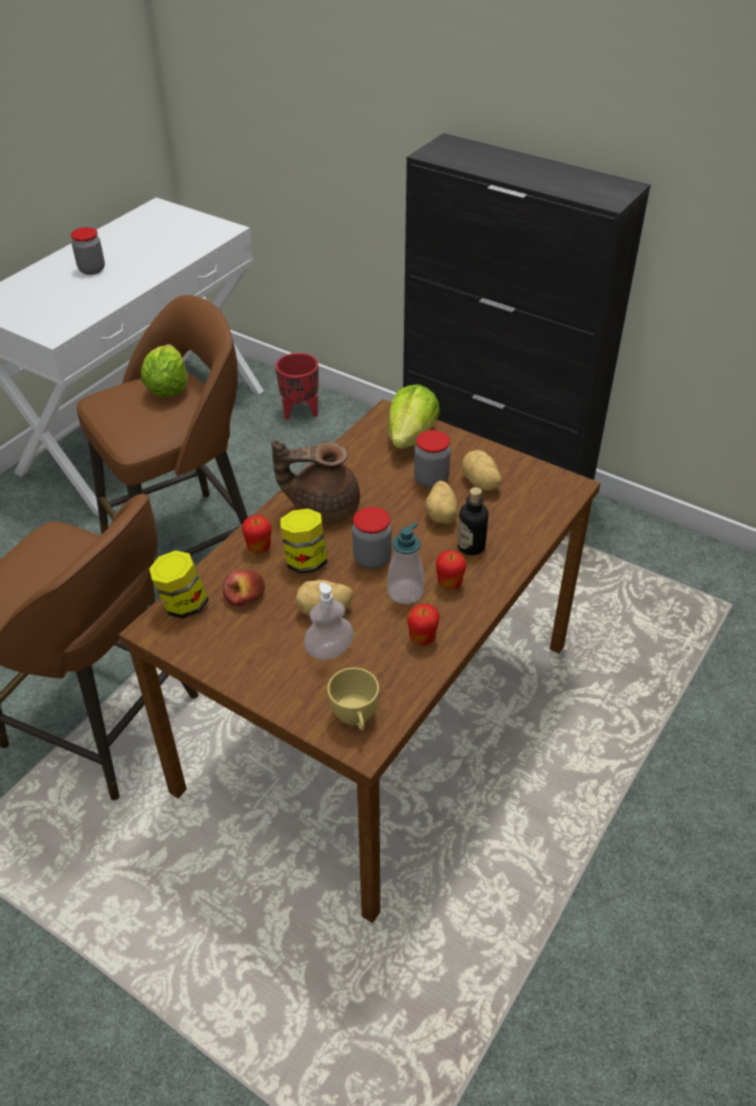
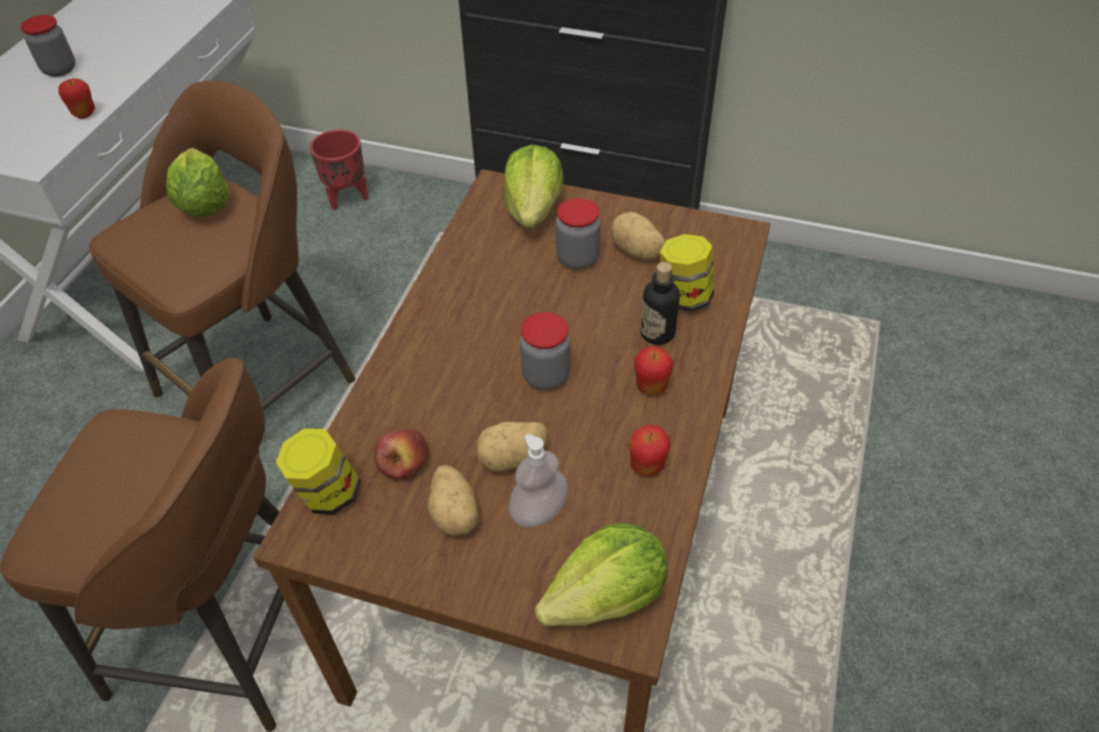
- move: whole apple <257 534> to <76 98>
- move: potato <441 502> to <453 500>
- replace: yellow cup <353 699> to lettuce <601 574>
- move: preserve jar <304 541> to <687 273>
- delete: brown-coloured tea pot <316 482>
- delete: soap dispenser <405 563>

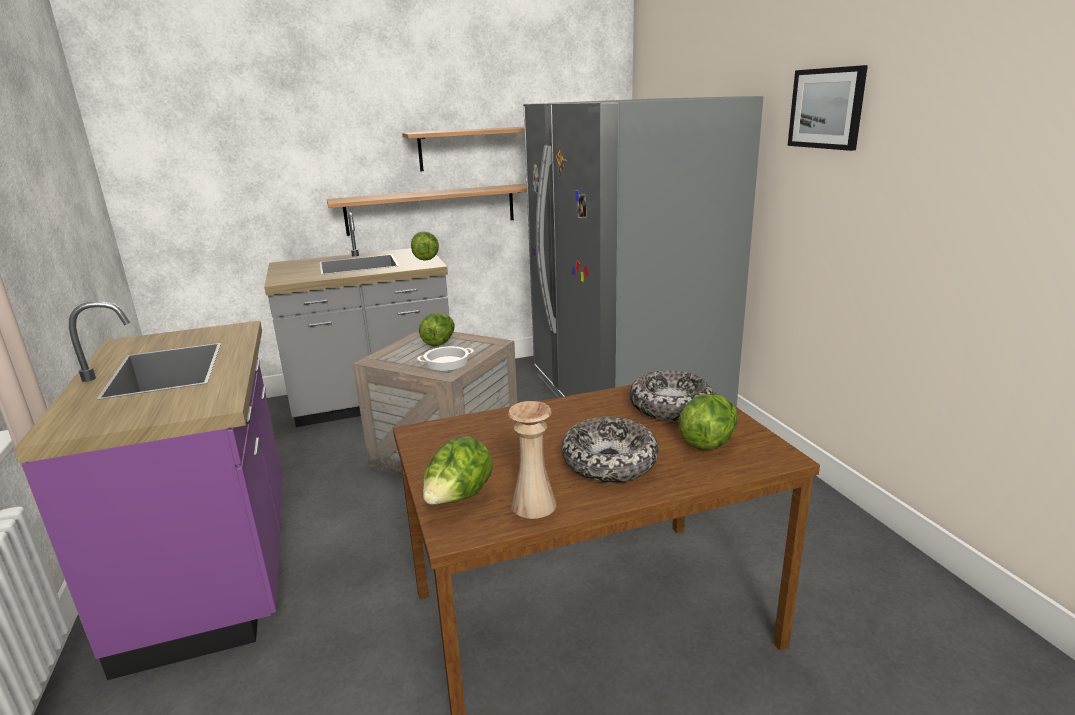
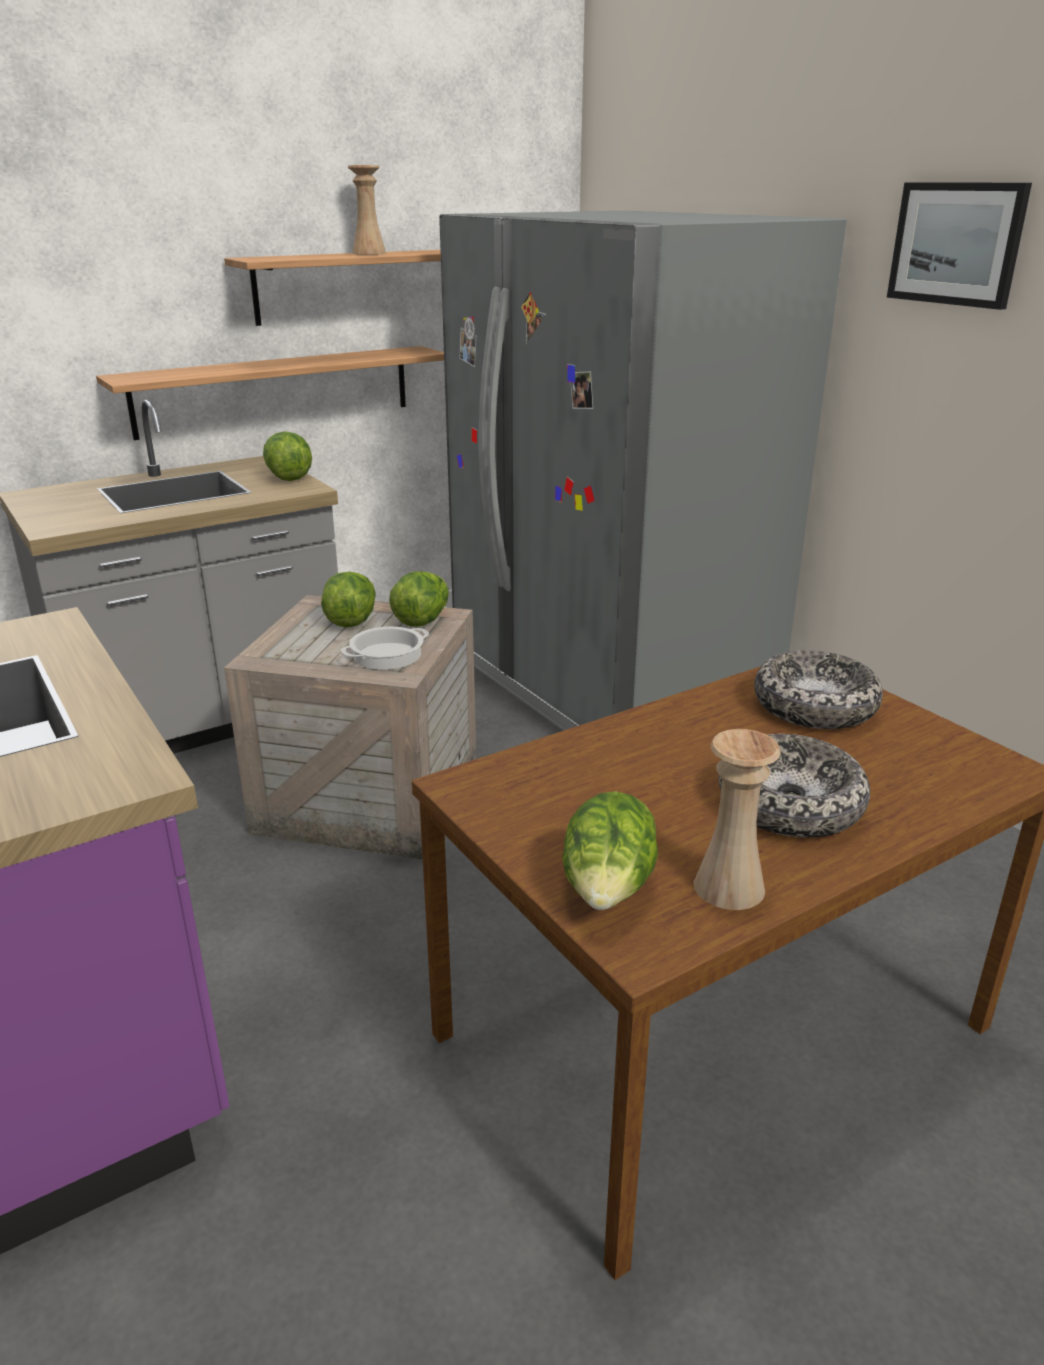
- insert: sand-coloured flower vase <367 210>
- move: lettuce <708 422> to <419 599>

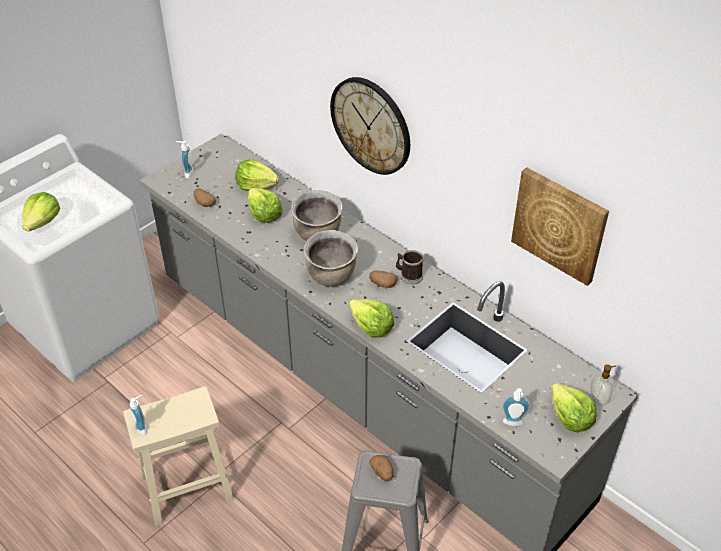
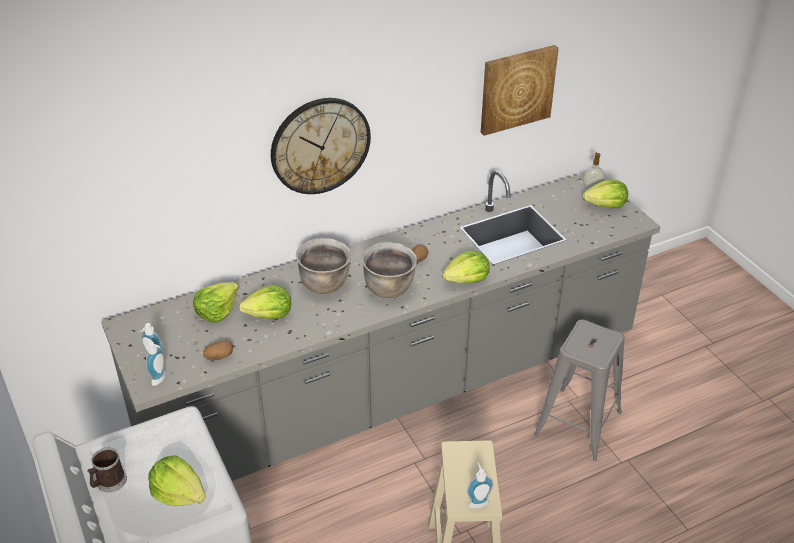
- move: tea mug <409 267> to <107 470>
- move: soap dispenser <516 407> to <156 364>
- delete: potato <382 468>

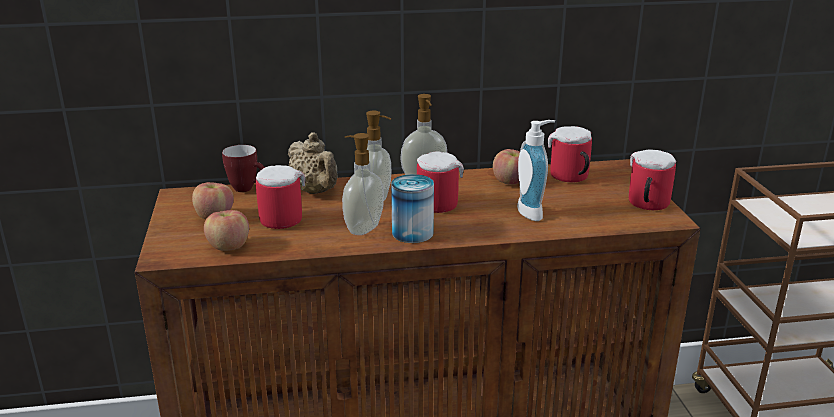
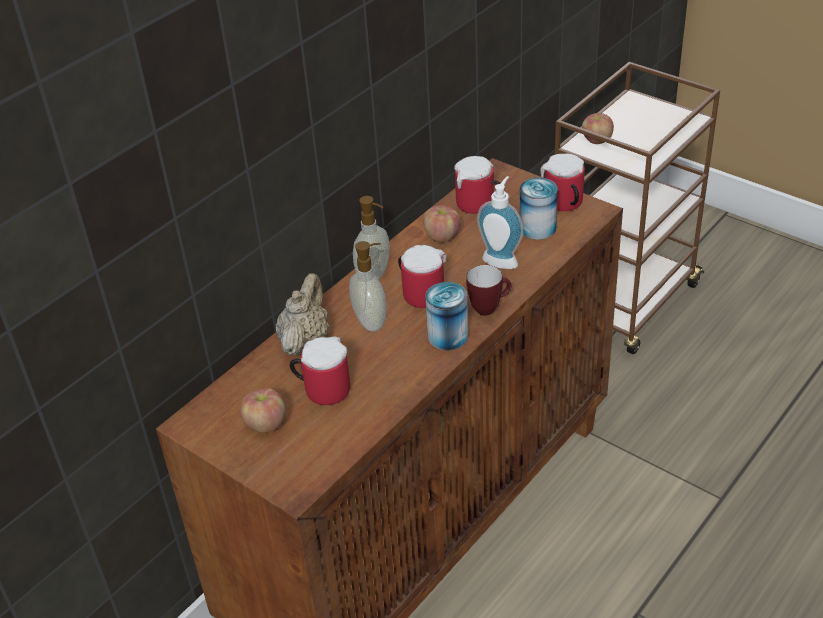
- rotate: sand-coloured tea pot <312 163> = <303 314> 90 degrees counterclockwise
- move: tea mug <243 168> to <488 290>
- insert: metal can <539 209>
- move: whole apple <226 230> to <598 128>
- delete: soap dispenser <363 184>

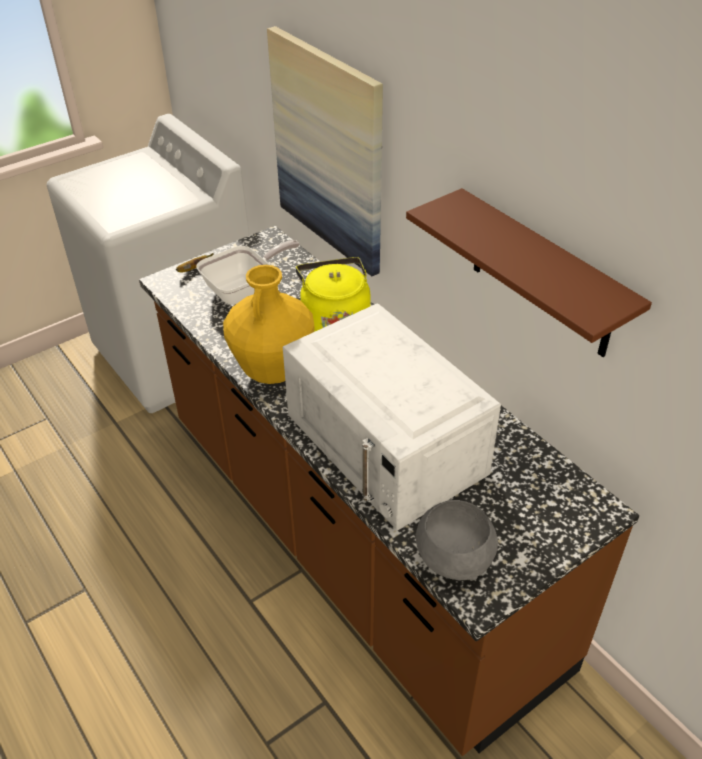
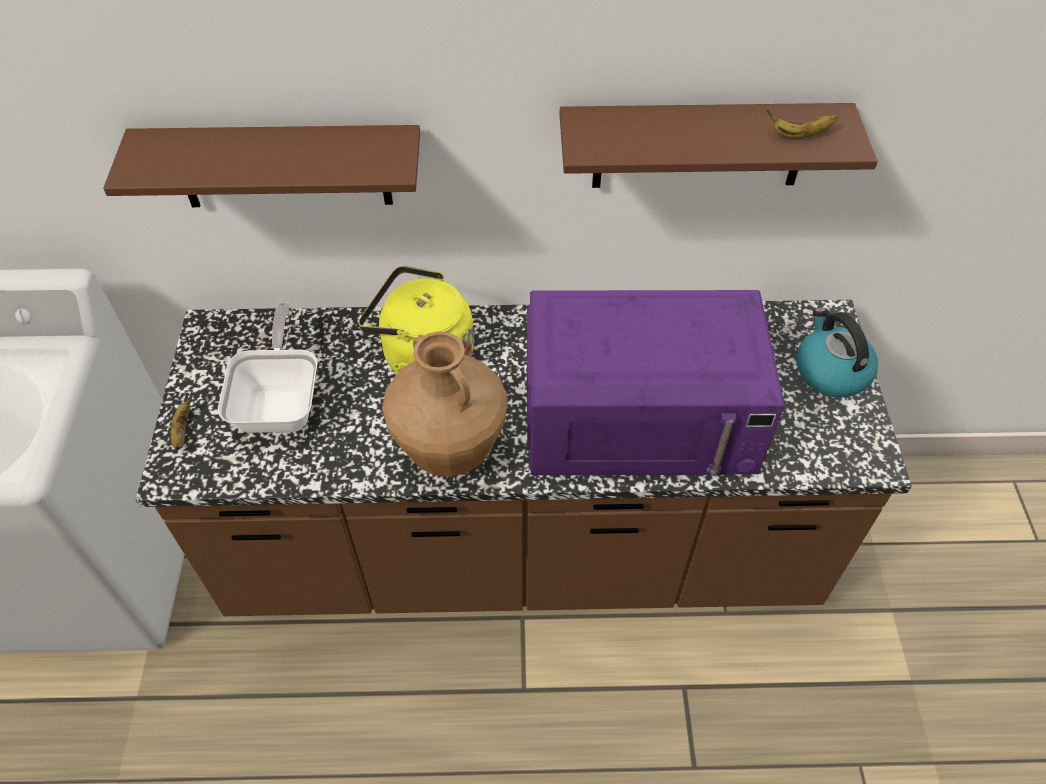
- replace: wall art <325 151> to brown-coloured shelf <261 166>
- recolor: yellow flower vase <269 324> to brown-coloured flower vase <444 404>
- recolor: white kitchen microwave <392 416> to purplish kitchen microwave <656 383>
- insert: banana fruit <802 124>
- insert: kettle <837 353>
- delete: greyish deep dish <457 540>

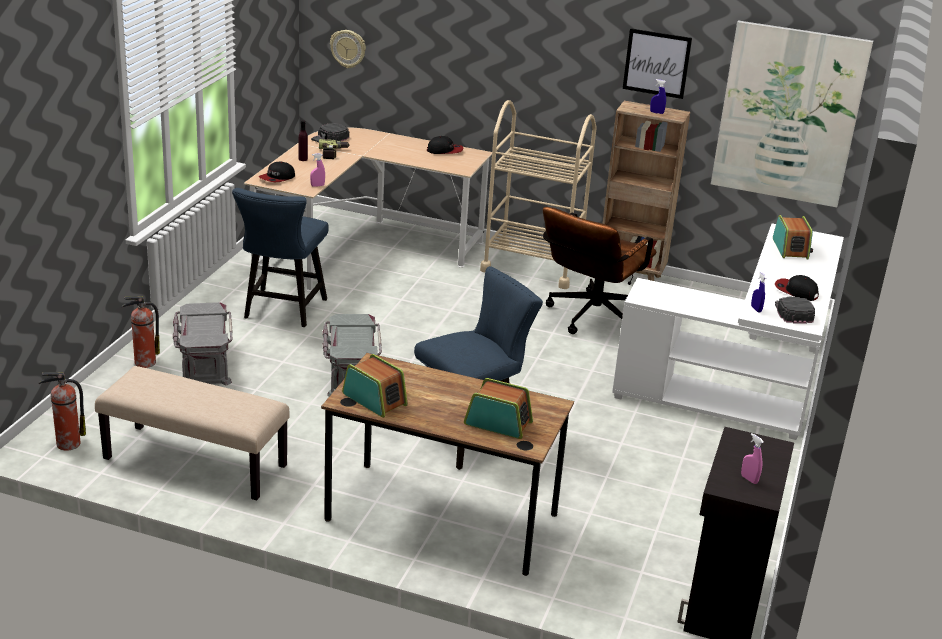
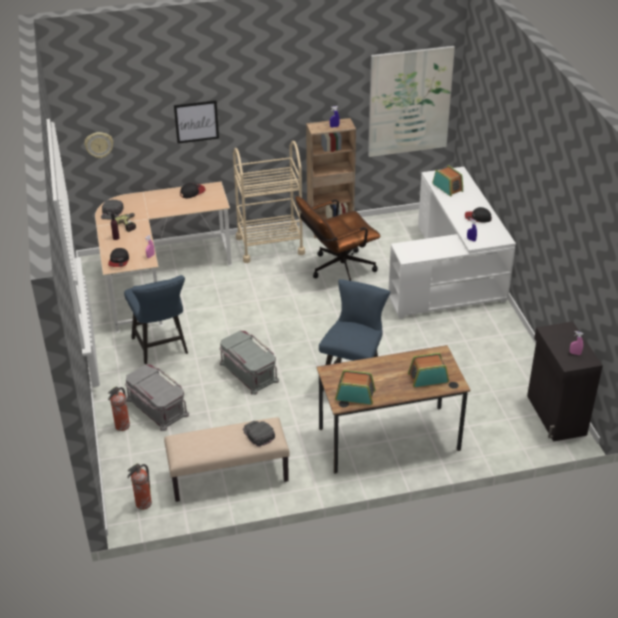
- move: wall art <657 63> to <196 122>
- move: black-coloured baseball cap <795 310> to <259 434>
- rotate: brown-coloured computer chair <599 270> = <337 238> 60 degrees clockwise

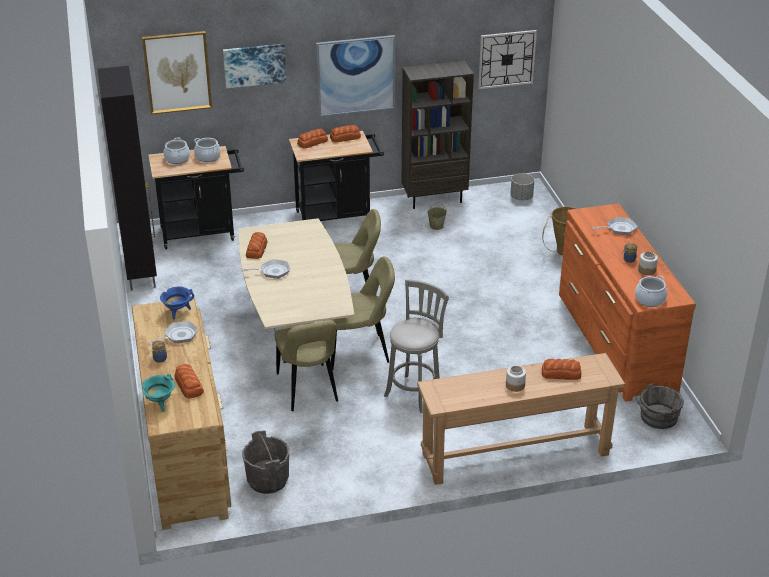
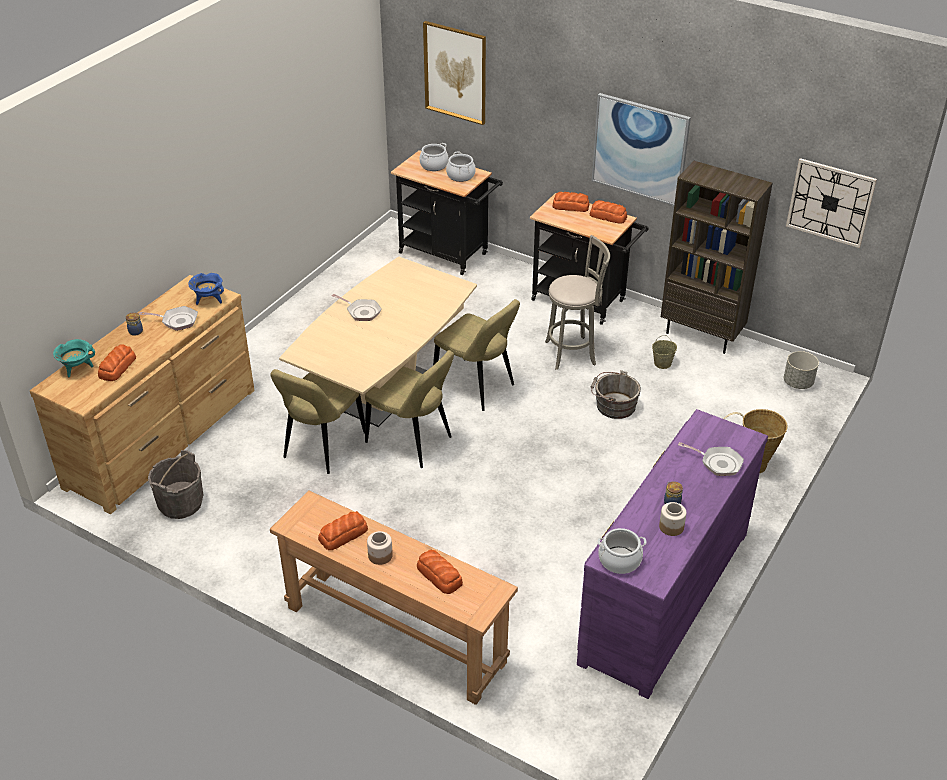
- move: bread <256 245> to <343 530>
- move: greyish sitting stool <416 346> to <577 302>
- recolor: orange dresser <627 302> to purplish dresser <672 554>
- move: greyish pail <659 406> to <616 394>
- delete: black-coloured cabinet <127 178>
- delete: wall art <254 66>

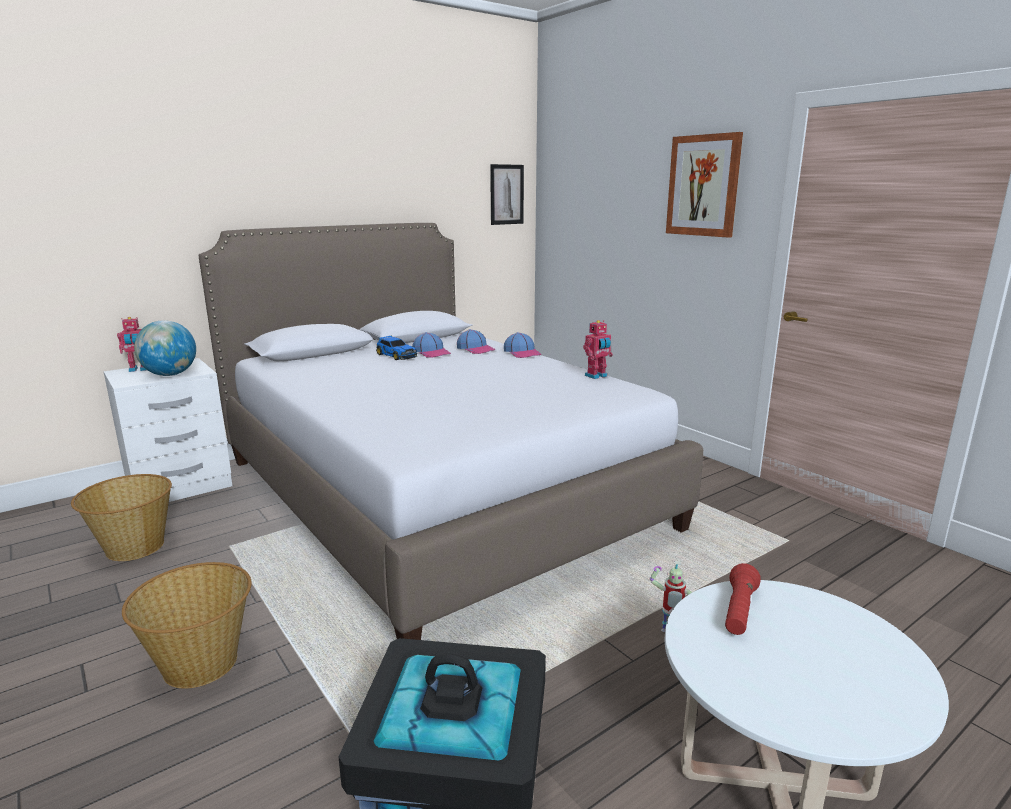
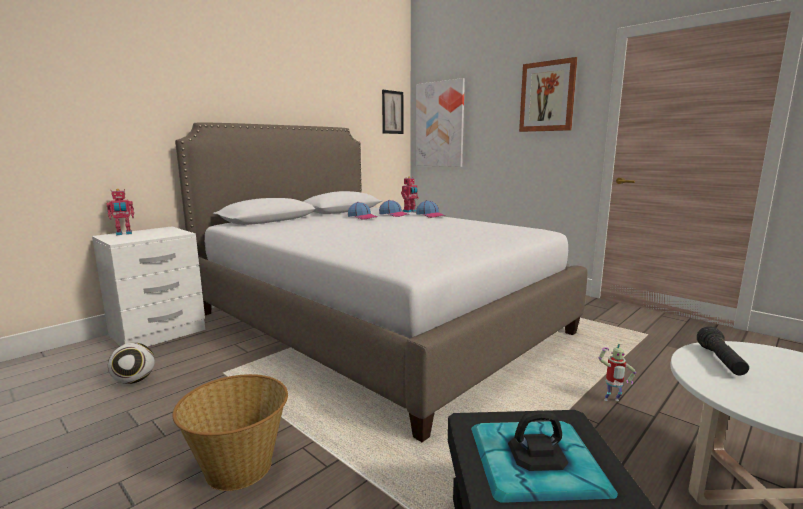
- replace: storage basket <121 517> to football ball <131 363>
- move: robot figure <598 349> to <410 194>
- insert: wall art <440 122>
- recolor: red torch <743 599> to black-coloured torch <723 351>
- delete: desk globe <165 348>
- delete: miniature car <397 348>

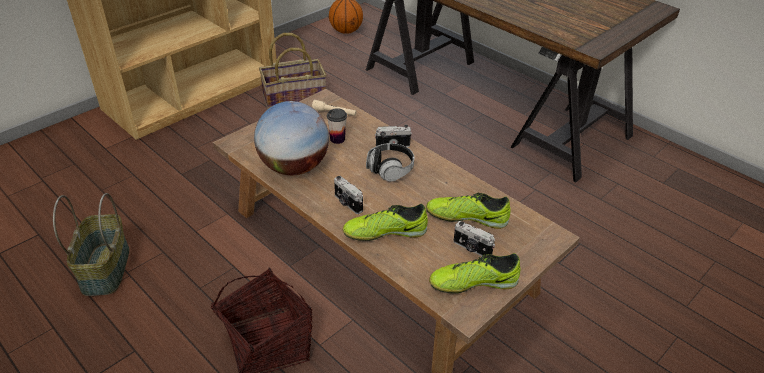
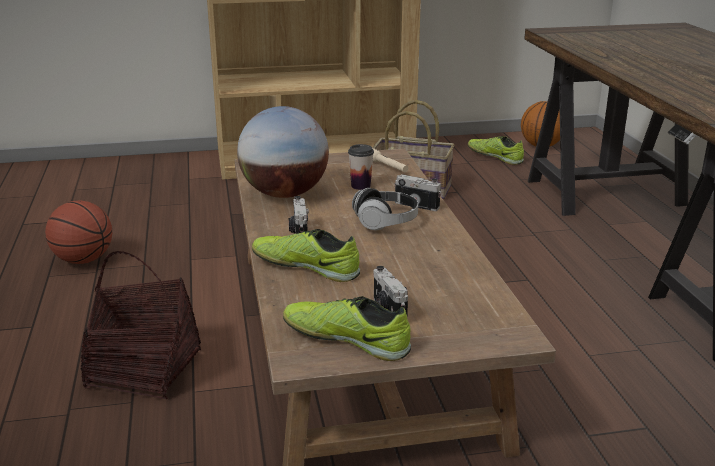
- replace: storage basket <91 244> to ball for basketball <78 232>
- move: item of footwear <468 210> to <496 150>

